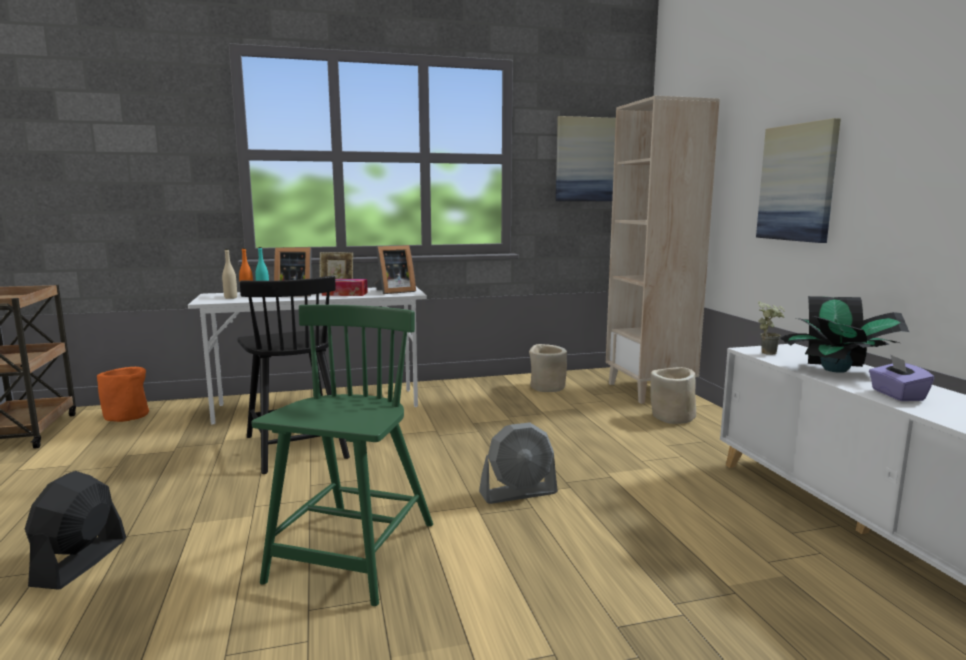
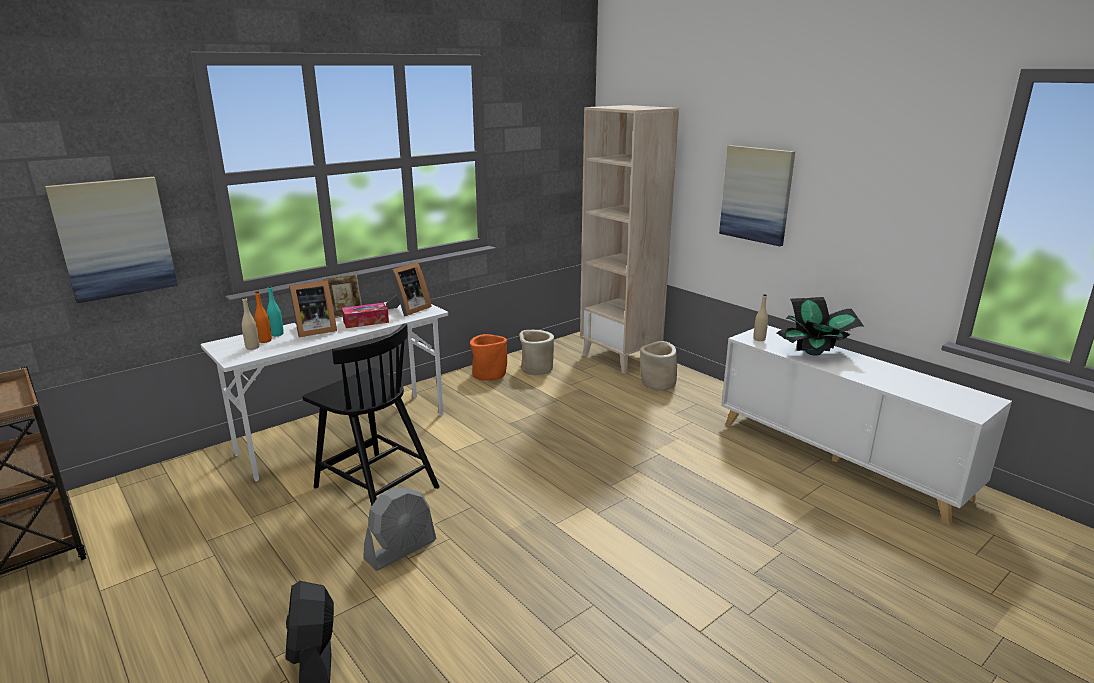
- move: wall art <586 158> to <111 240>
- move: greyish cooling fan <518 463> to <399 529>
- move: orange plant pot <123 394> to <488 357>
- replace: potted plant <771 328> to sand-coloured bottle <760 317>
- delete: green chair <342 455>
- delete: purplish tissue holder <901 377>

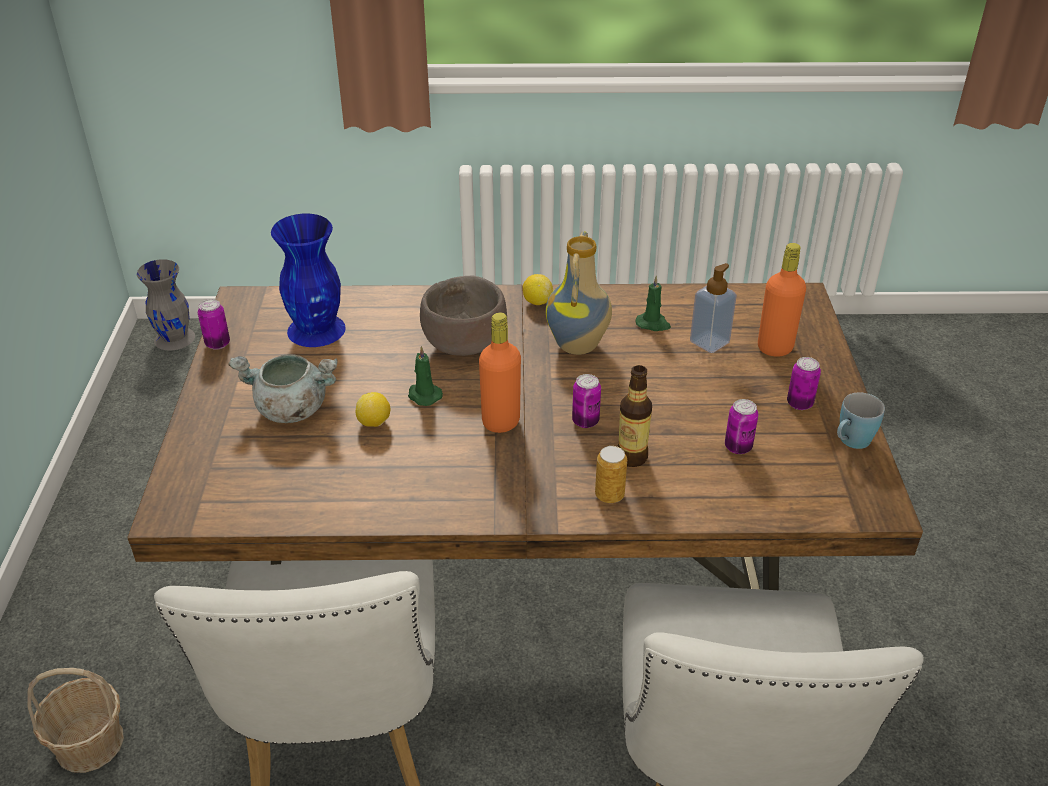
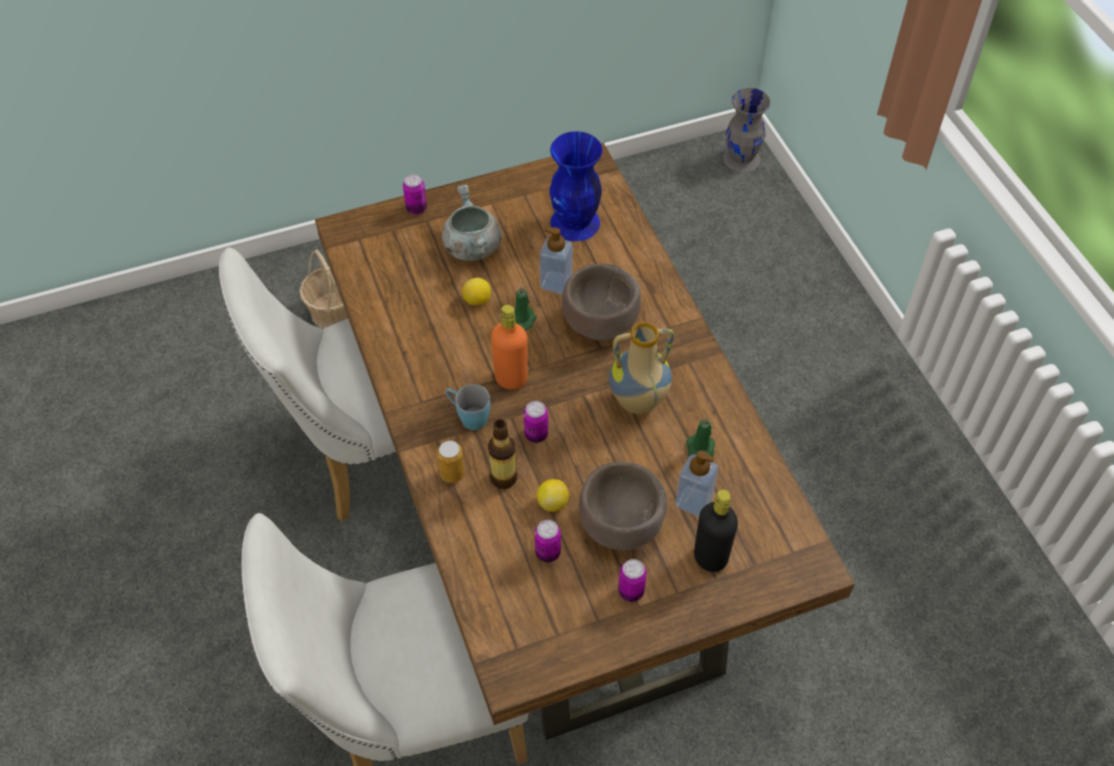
- move: metal can <214 324> to <415 194>
- move: blue tea mug <861 420> to <468 407>
- move: lemon <538 289> to <553 495>
- insert: soap dispenser <556 260>
- insert: brown-coloured deep dish <623 506>
- recolor: orange bottle <782 300> to black-coloured bottle <716 530>

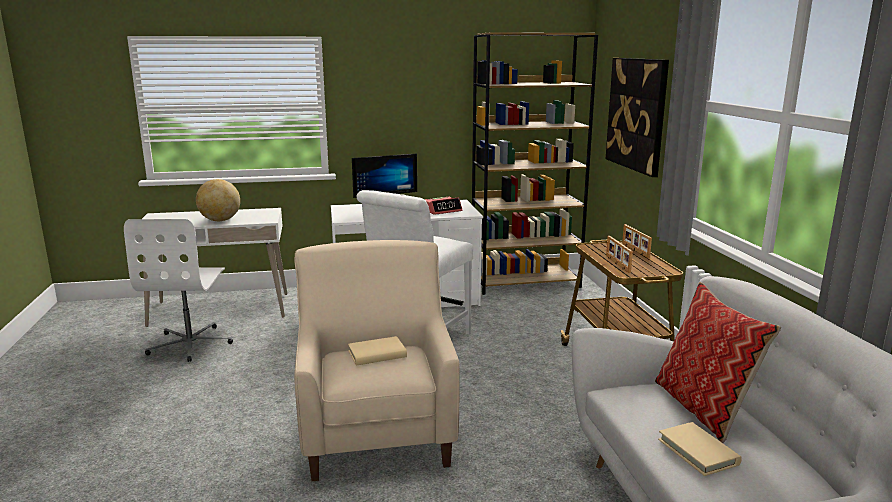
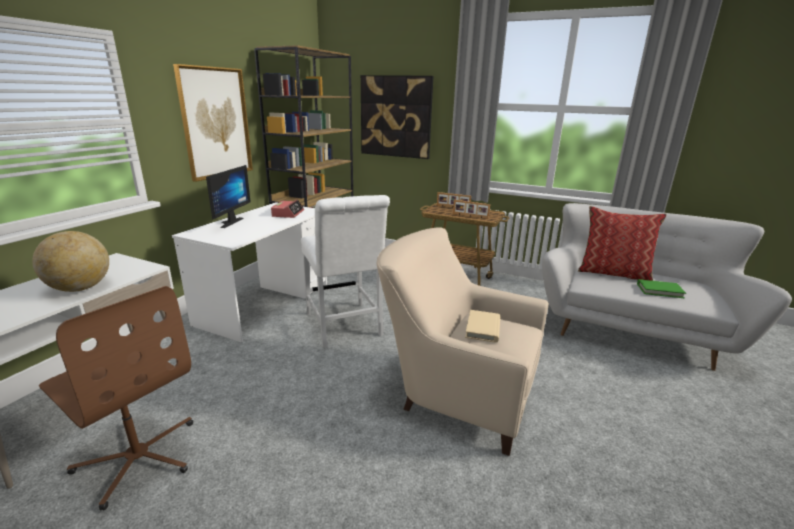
- recolor: white computer chair <178 290> to brown-coloured computer chair <116 398>
- insert: wall art <213 123>
- recolor: sand-coloured book <700 449> to green book <661 288>

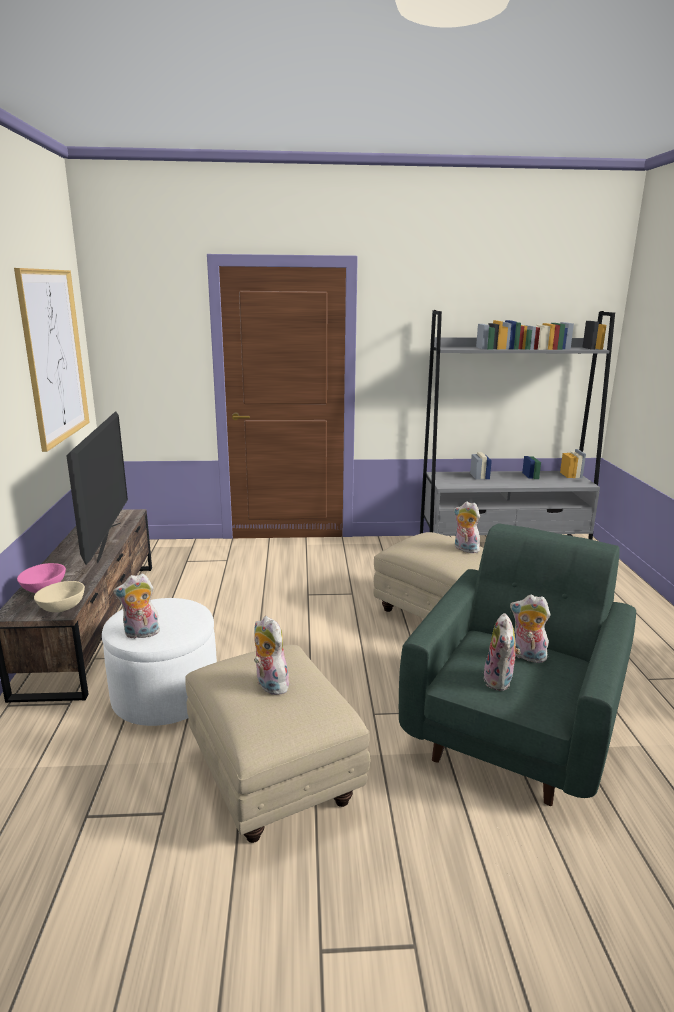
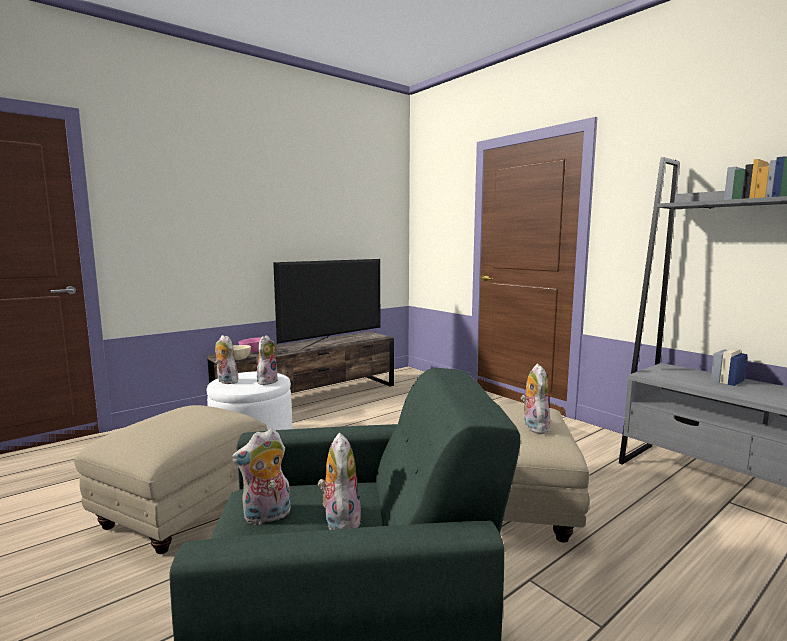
- move: plush toy <271 655> to <267 360>
- delete: wall art <52 360>

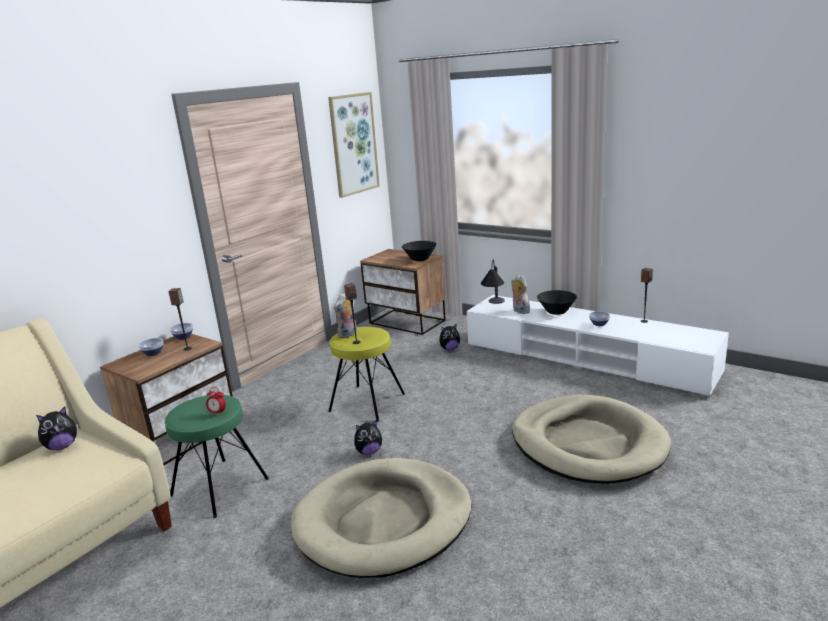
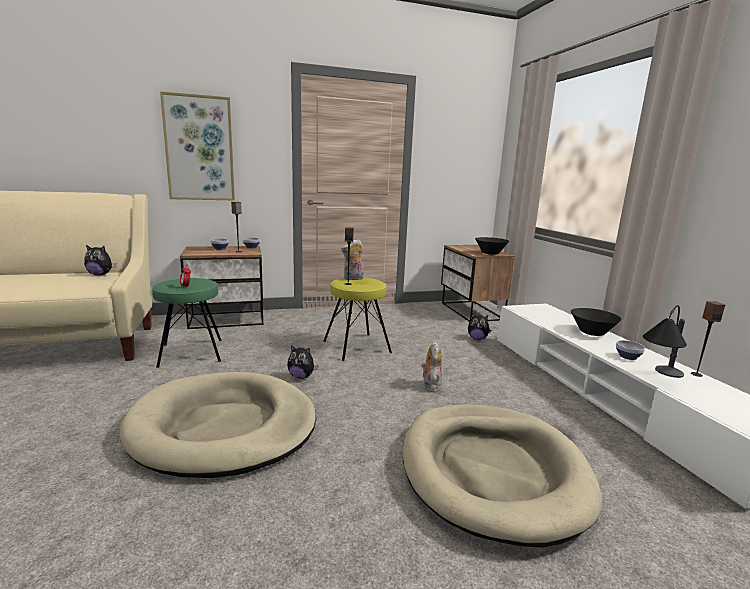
- move: wall art <354 145> to <197 146>
- move: plush toy <520 294> to <431 367>
- move: table lamp <493 282> to <665 341>

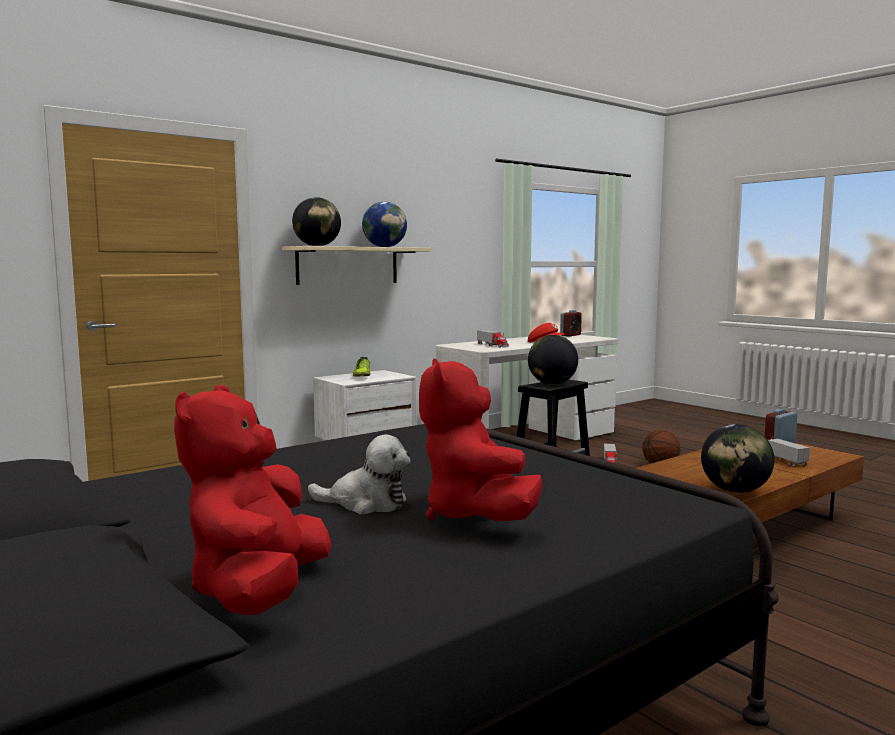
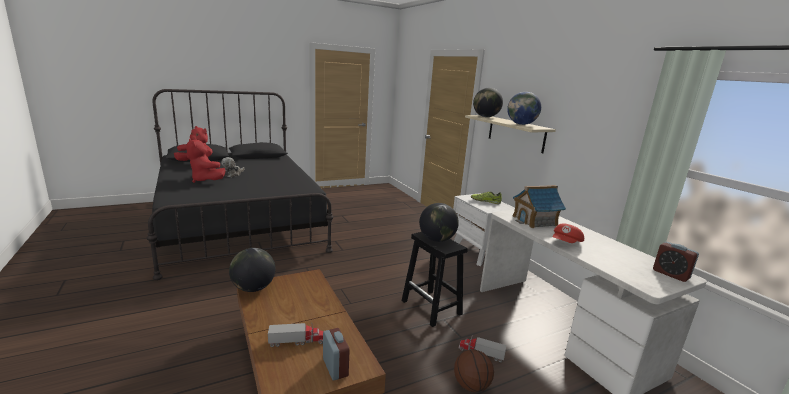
- rotate: red plush toy <480 439> = <206 161> 135 degrees counterclockwise
- replace: toy lorry <493 339> to model house <539 206>

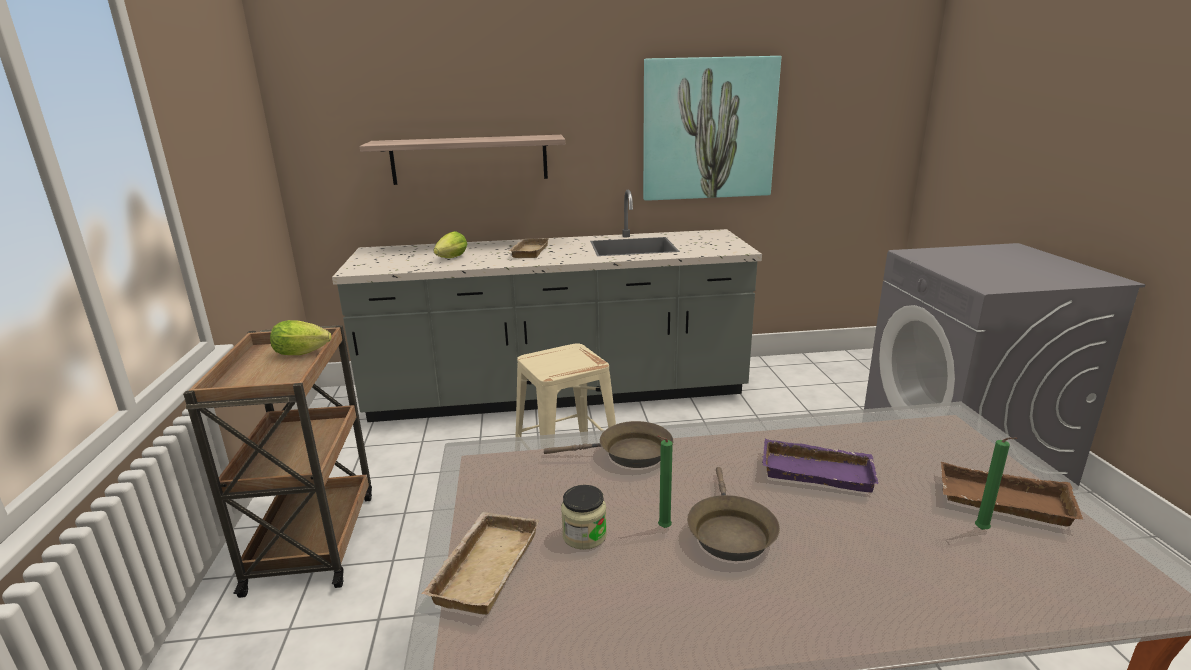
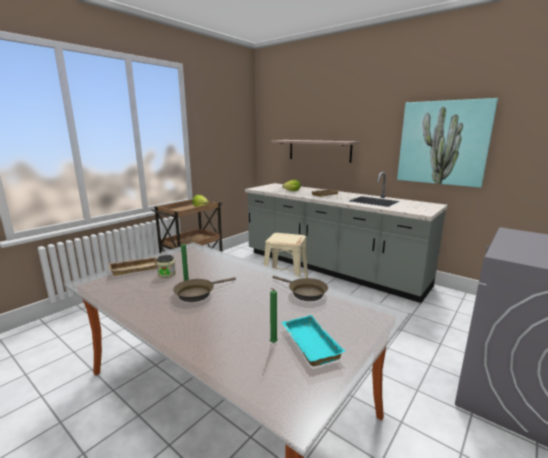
- move: brown-coloured skillet <608 444> to <300 288>
- recolor: brown-coloured serving tray <1012 494> to blue-green serving tray <313 340>
- delete: purplish serving tray <820 465>

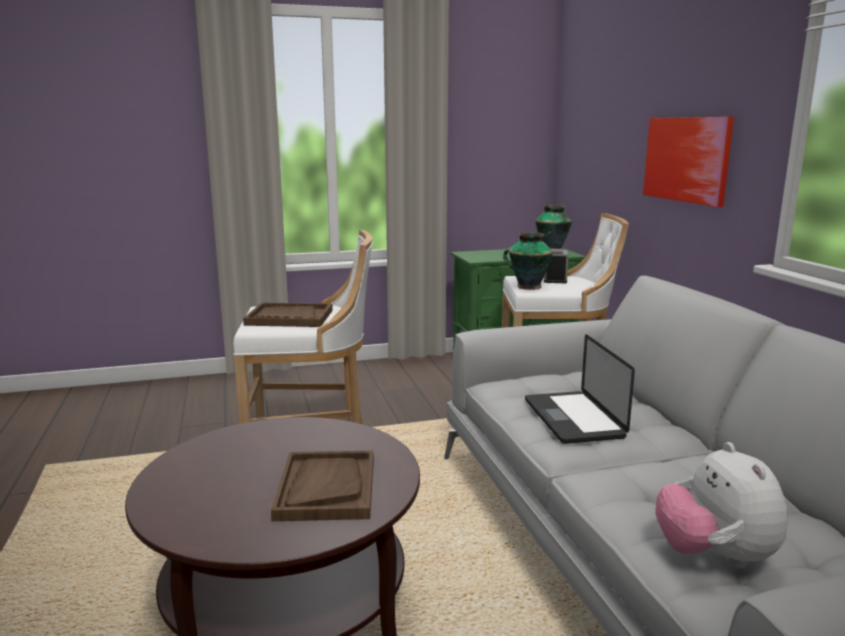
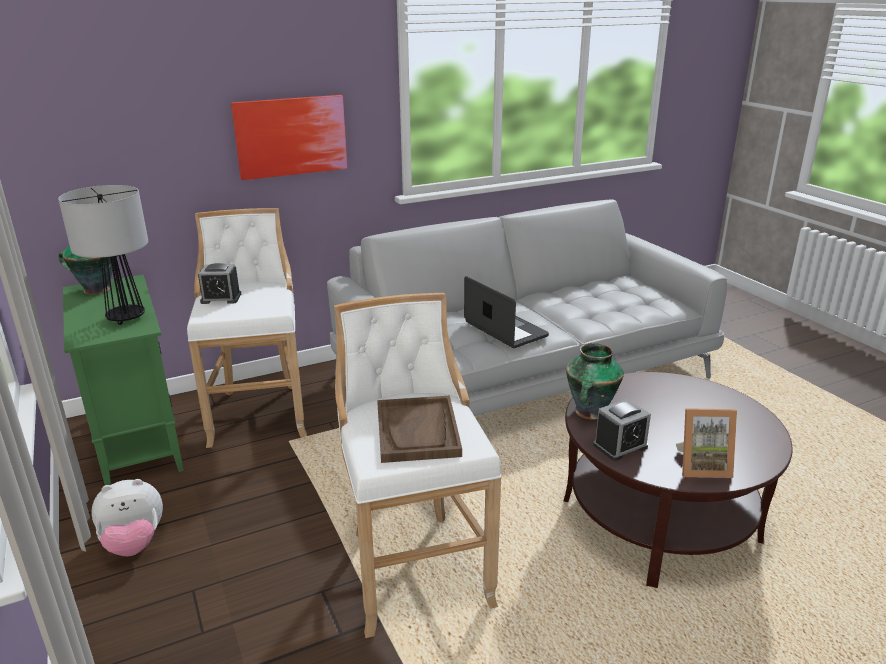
- insert: table lamp <103 255>
- move: plush toy <721 505> to <127 517>
- rotate: notebook computer <580 389> = <506 312> 105 degrees counterclockwise
- move: flower vase <528 261> to <595 381>
- insert: table clock <622 430>
- insert: picture frame <706 443>
- delete: brown-coloured serving tray <322 486>

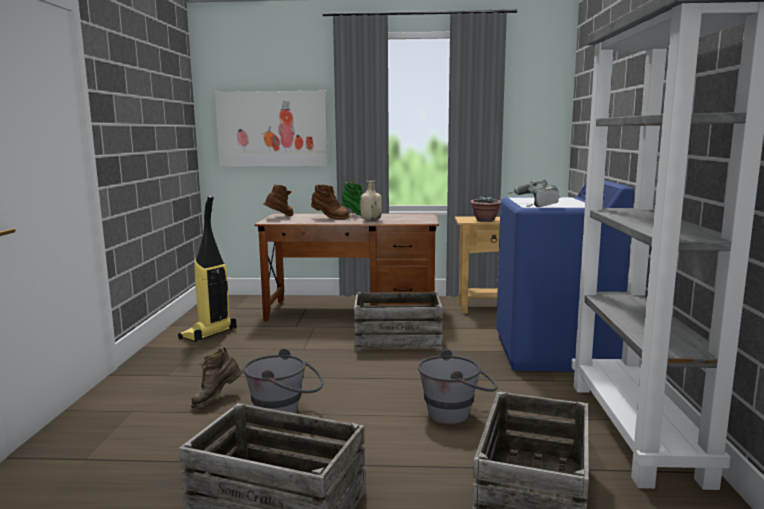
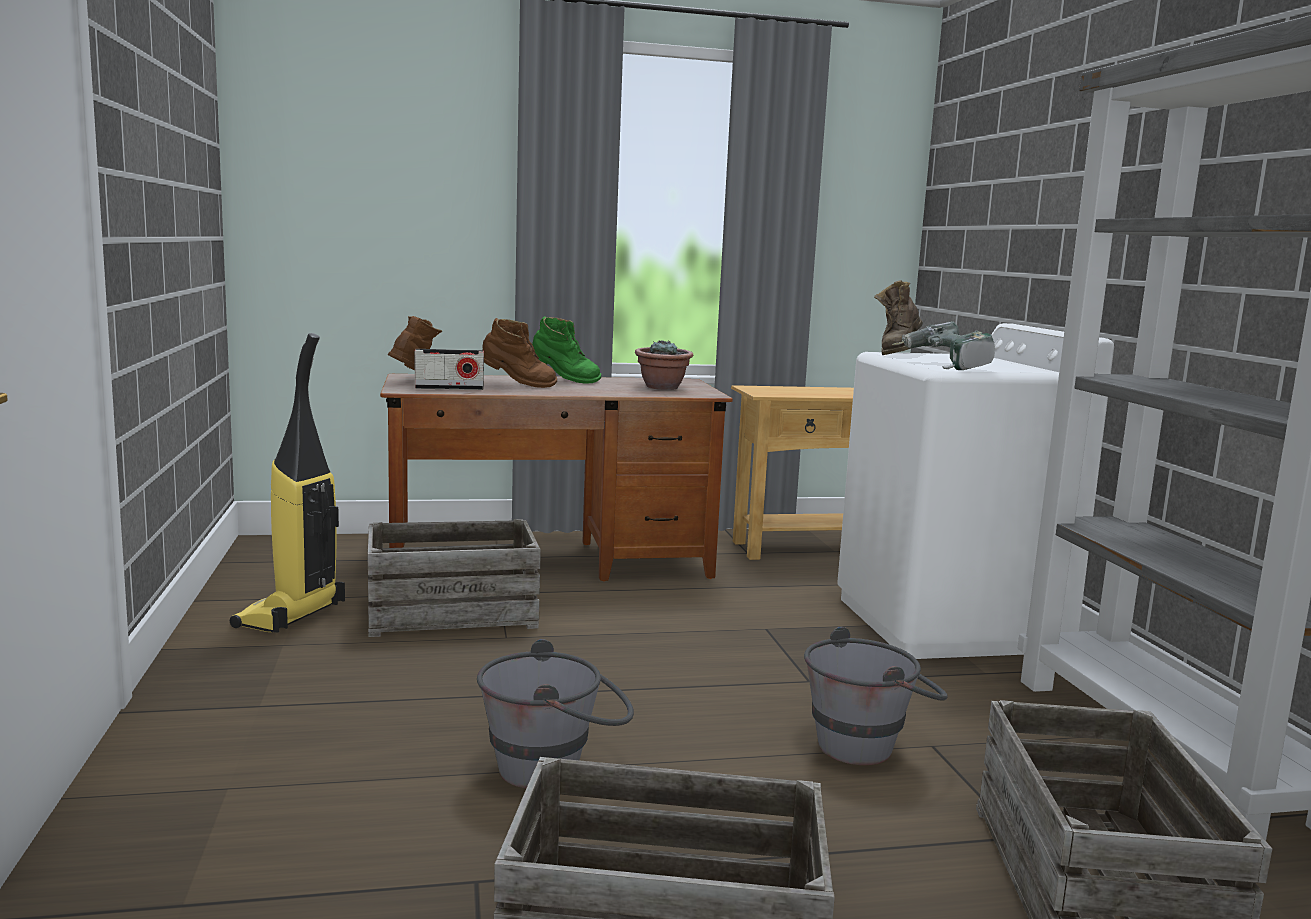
- move: crate <398 321> to <454 578>
- insert: radio <449 369>
- move: potted plant <485 208> to <664 365>
- recolor: blue washing machine <565 276> to white washing machine <975 491>
- move: brown-coloured high-top boot <217 377> to <898 317>
- delete: wall art <271 129>
- delete: sand-coloured bottle <371 200>

